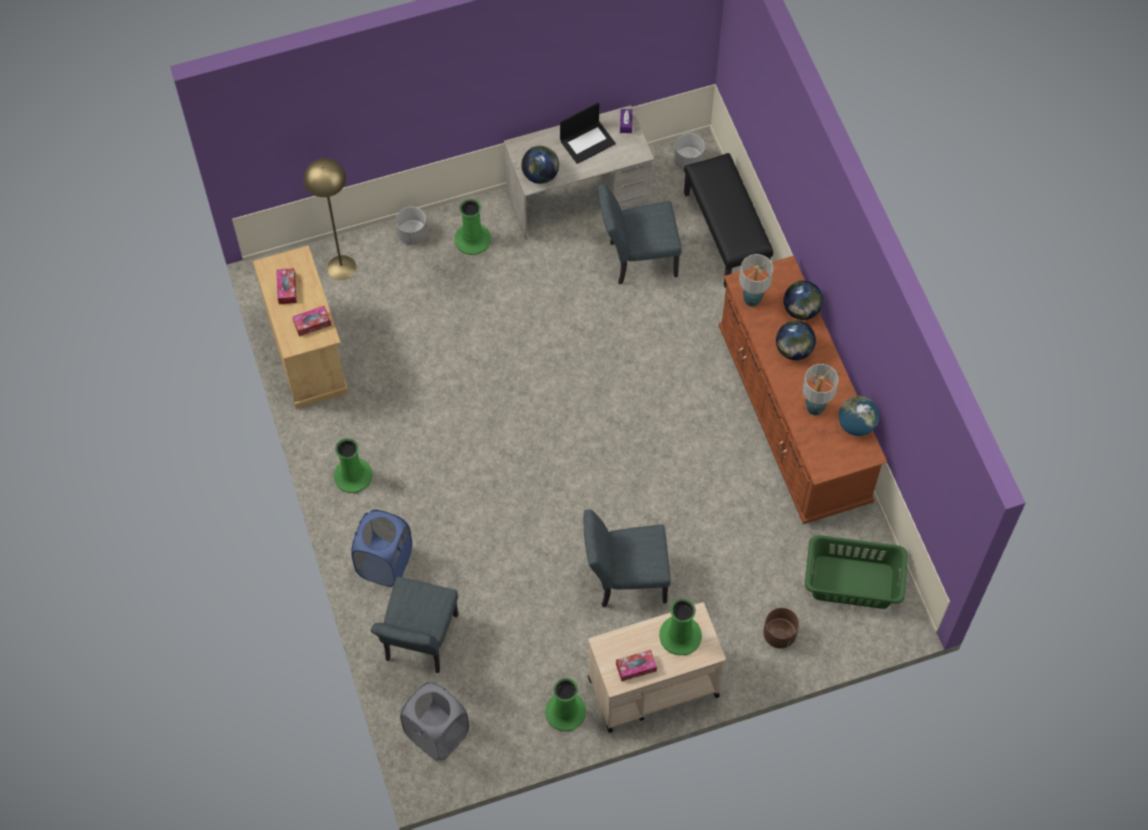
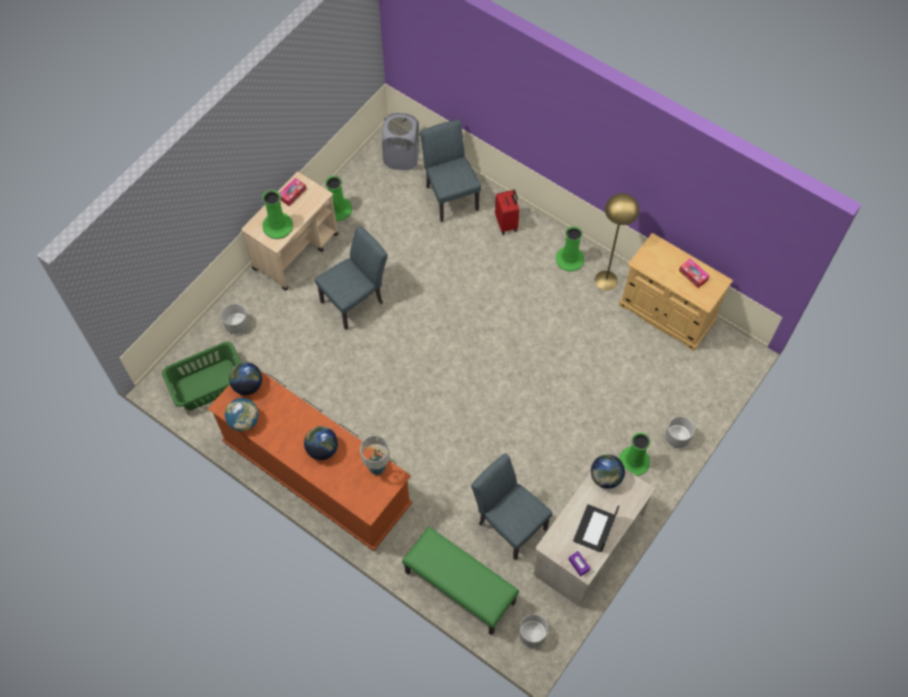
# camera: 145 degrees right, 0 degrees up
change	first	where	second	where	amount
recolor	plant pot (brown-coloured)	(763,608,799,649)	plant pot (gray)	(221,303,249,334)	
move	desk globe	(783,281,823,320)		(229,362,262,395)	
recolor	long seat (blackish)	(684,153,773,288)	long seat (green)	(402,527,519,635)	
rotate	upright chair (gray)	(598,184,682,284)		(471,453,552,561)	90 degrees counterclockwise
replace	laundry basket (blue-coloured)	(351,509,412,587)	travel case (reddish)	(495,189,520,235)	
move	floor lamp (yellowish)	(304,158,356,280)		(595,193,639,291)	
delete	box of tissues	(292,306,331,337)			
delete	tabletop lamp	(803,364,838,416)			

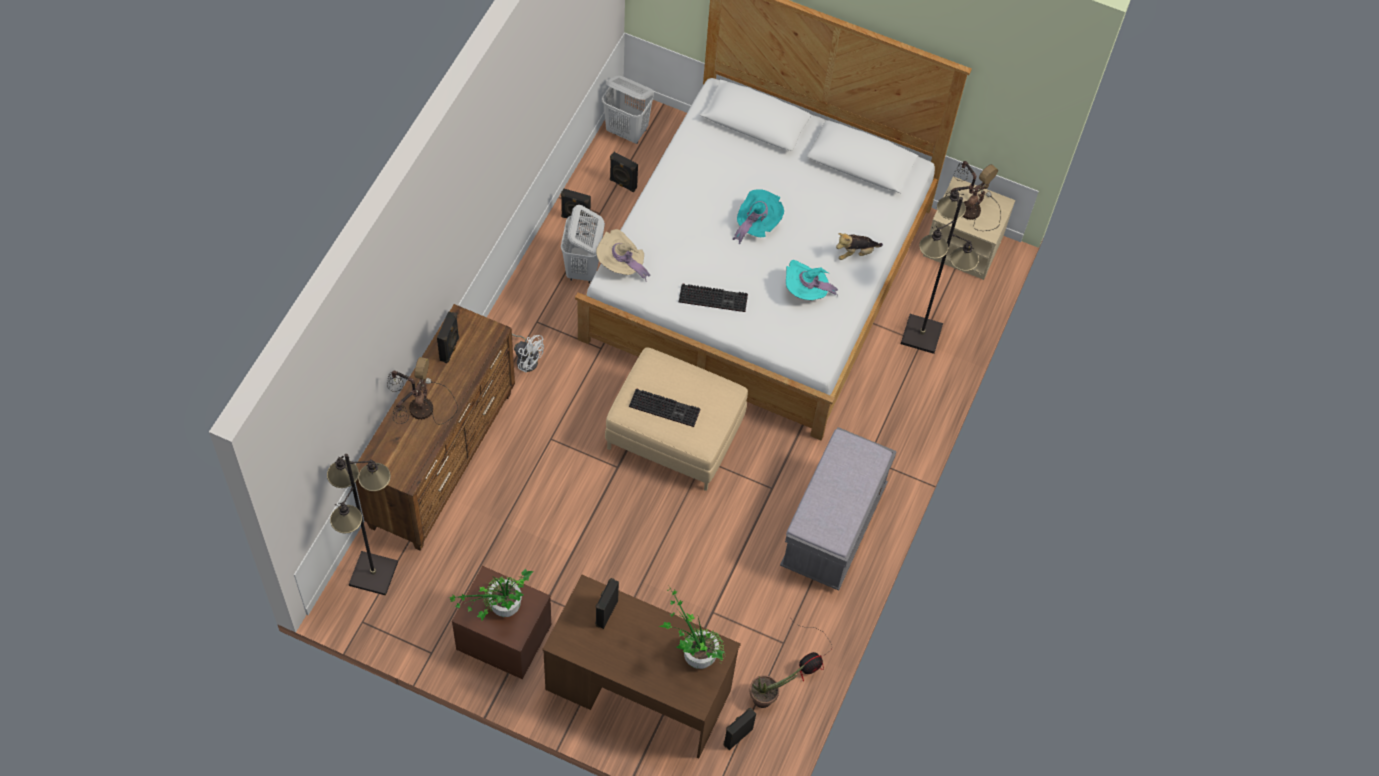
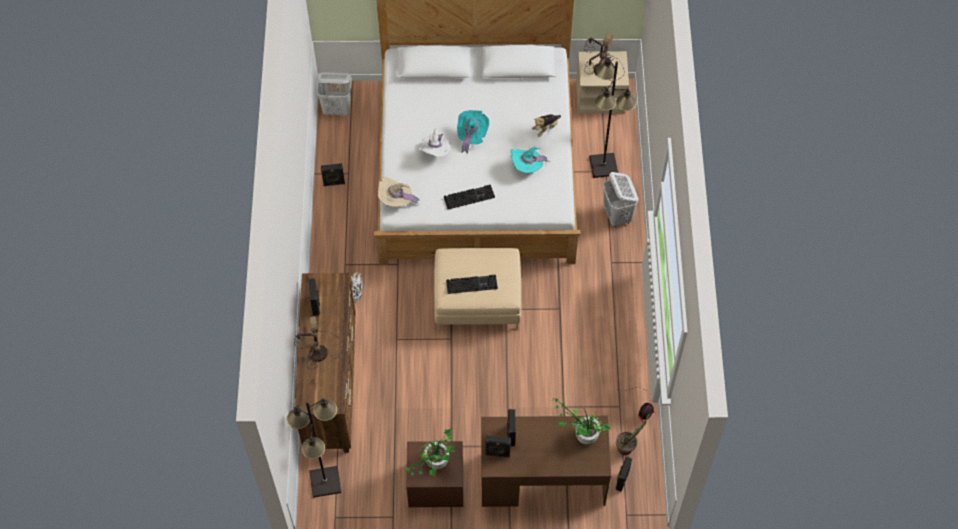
# camera: 20 degrees left, 0 degrees up
change	first	where	second	where	amount
insert			wearable hat (white)	(418,127,450,157)	
move	speaker (blackish)	(610,152,638,192)		(485,435,511,458)	
move	laundry basket (white)	(561,205,605,283)		(603,172,639,227)	
delete	long seat (gray)	(780,427,897,591)			

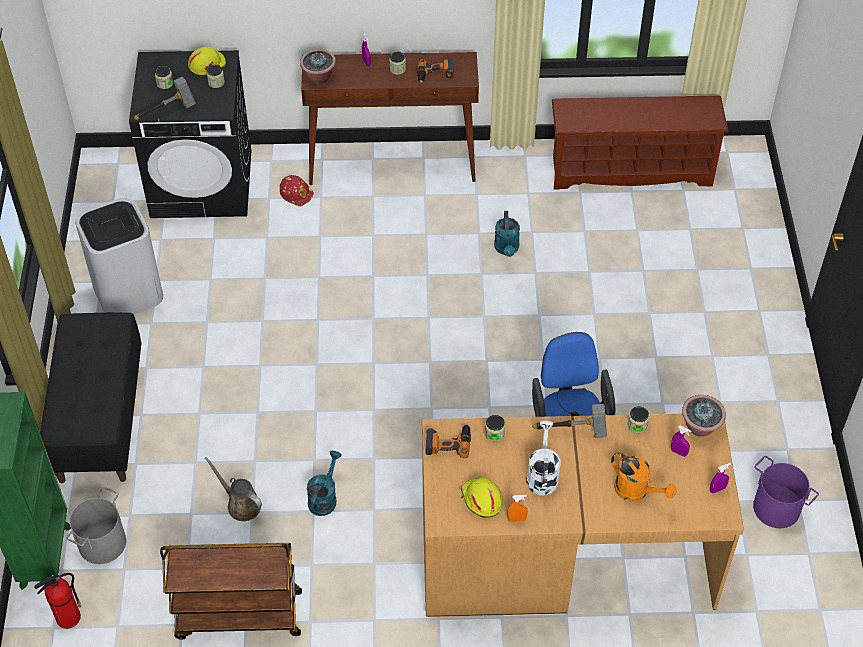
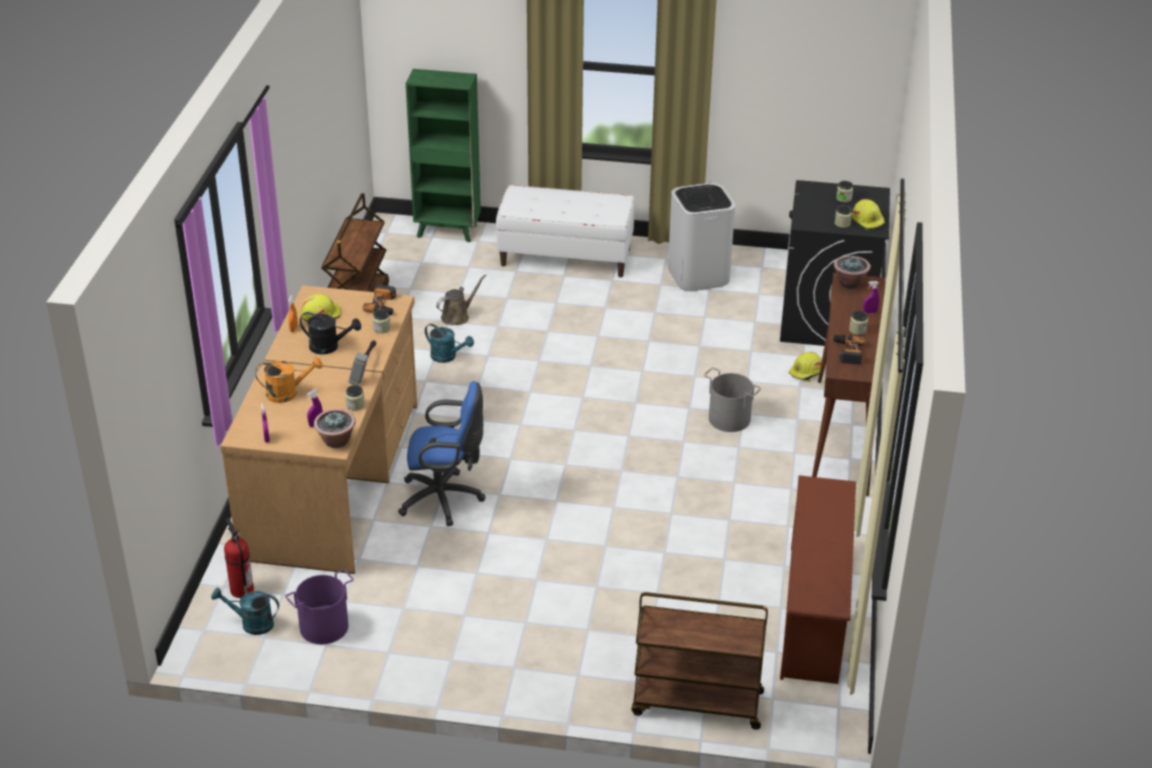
# camera: 100 degrees right, 15 degrees down
change	first	where	second	where	amount
move	watering pot (blue-green)	(494,211,520,257)		(211,587,279,635)	
move	fire extinguisher	(34,573,81,629)		(224,518,254,598)	
rotate	watering pot (orange)	(611,452,676,502)		(255,357,323,403)	150 degrees counterclockwise
recolor	watering pot (white)	(527,421,561,496)	watering pot (blackish)	(300,312,361,355)	
recolor	long seat (blackish)	(40,312,142,483)	long seat (white)	(496,185,635,277)	
insert			cart (brown-coloured)	(631,592,768,730)	
move	bucket (gray)	(66,487,126,564)		(704,367,761,432)	
recolor	safety helmet (reddish)	(280,175,314,207)	safety helmet (yellowish)	(789,352,822,382)	
delete	hammer	(134,77,195,120)			

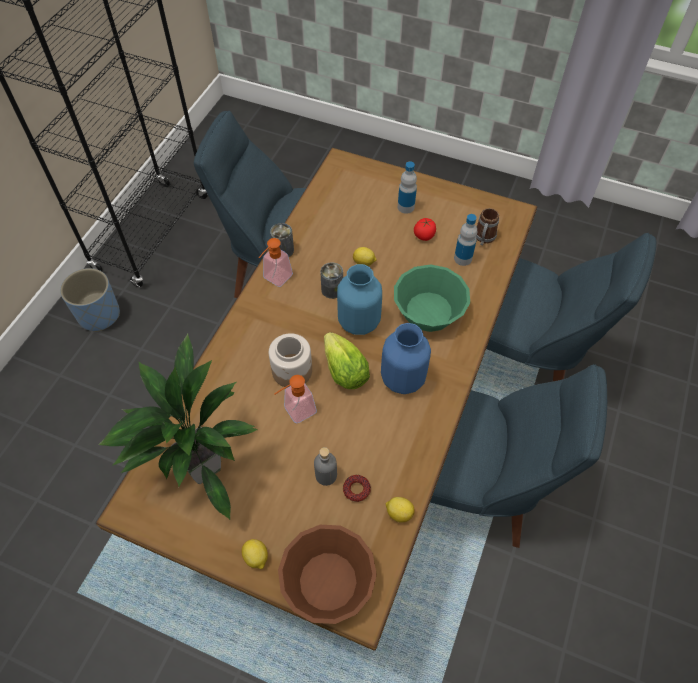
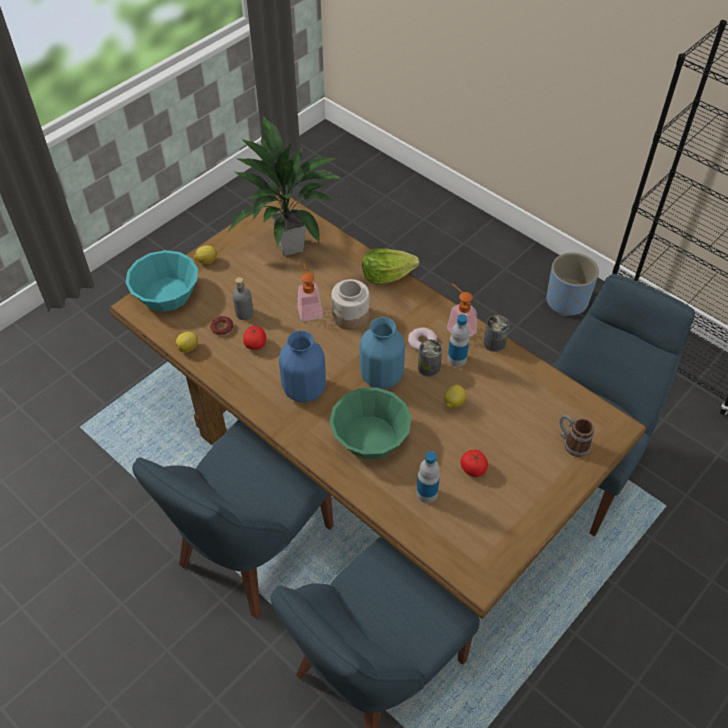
# camera: 110 degrees right, 5 degrees down
change	first	where	second	where	amount
recolor	serving bowl (brown-coloured)	(278,525,377,624)	serving bowl (blue-green)	(126,250,198,312)	
insert			tomato	(243,326,266,350)	
move	head of lettuce	(324,332,370,389)		(362,248,419,285)	
insert			donut	(408,327,437,351)	
move	beverage bottle	(398,161,417,214)		(448,314,469,367)	
move	coffee mug	(476,208,499,245)		(559,415,594,457)	

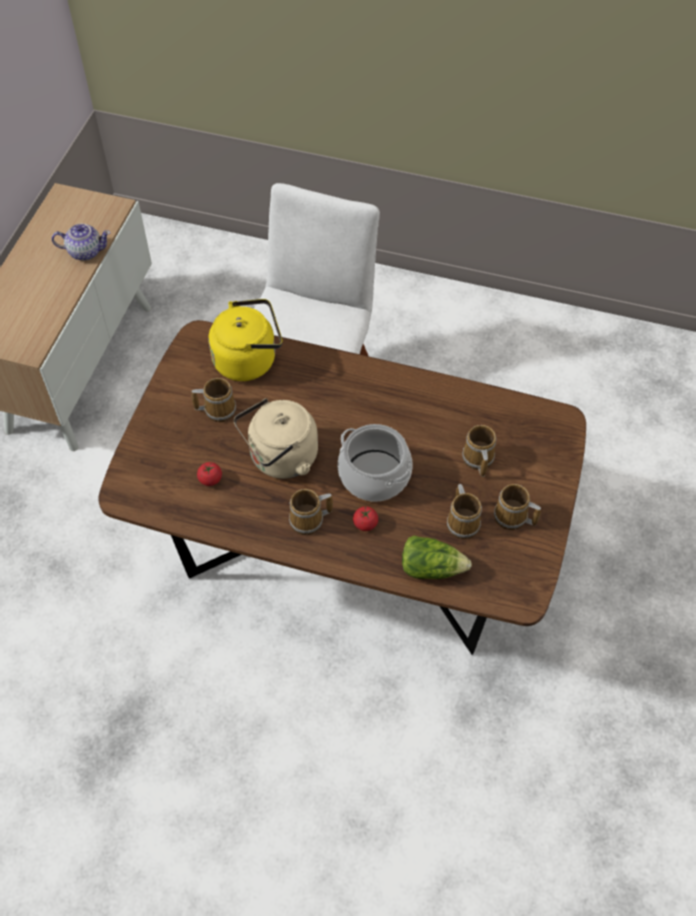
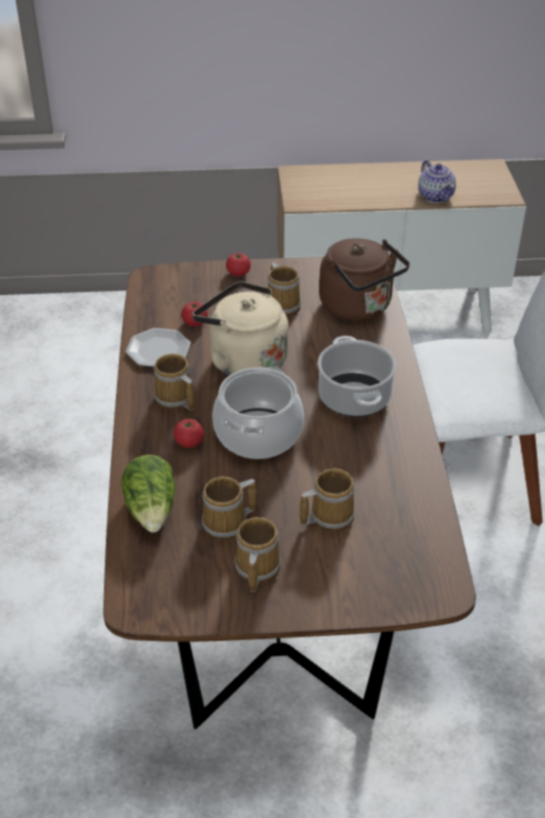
# camera: 70 degrees right, 15 degrees down
change	first	where	second	where	amount
insert			flat dish	(126,328,191,367)	
insert			tomato	(226,253,251,276)	
insert			stockpot	(318,336,396,417)	
recolor	kettle (yellowish)	(209,299,282,381)	kettle (brown-coloured)	(319,238,410,321)	

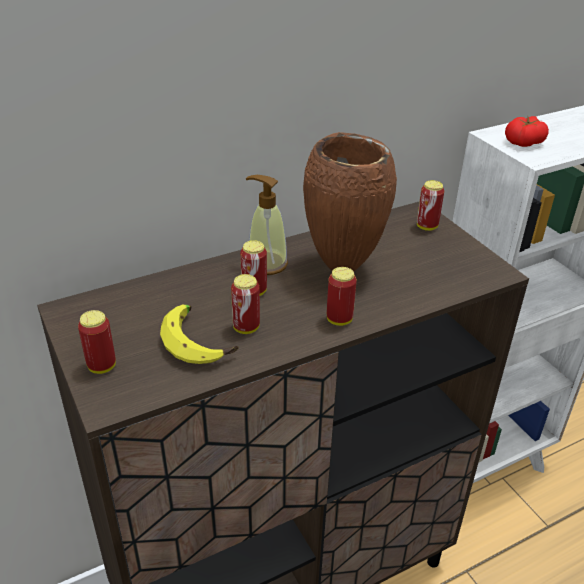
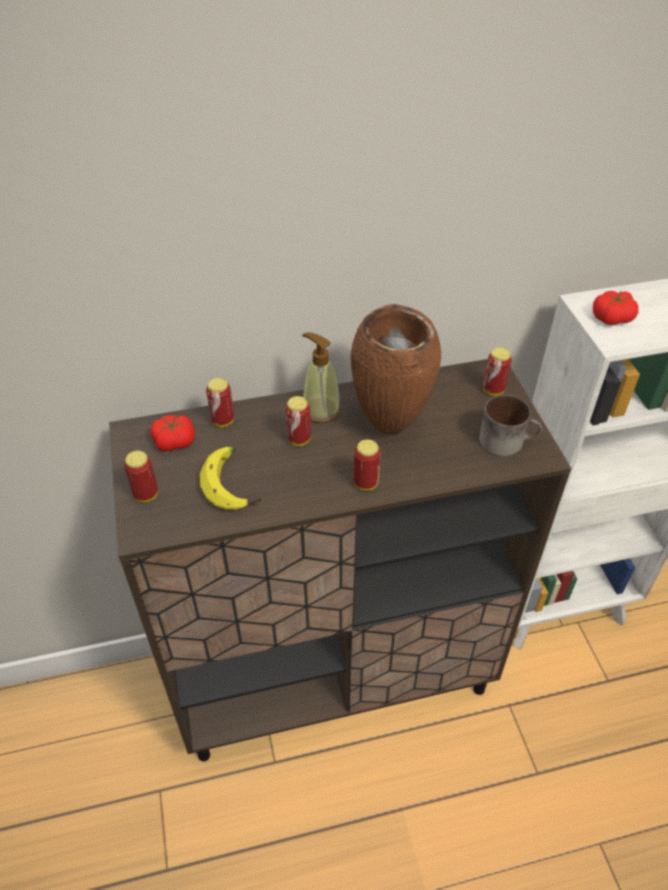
# camera: 15 degrees right, 10 degrees up
change	first	where	second	where	amount
insert			tomato	(151,415,195,451)	
move	sealed can	(231,274,260,334)		(206,378,234,427)	
insert			coffee mug	(479,395,542,456)	

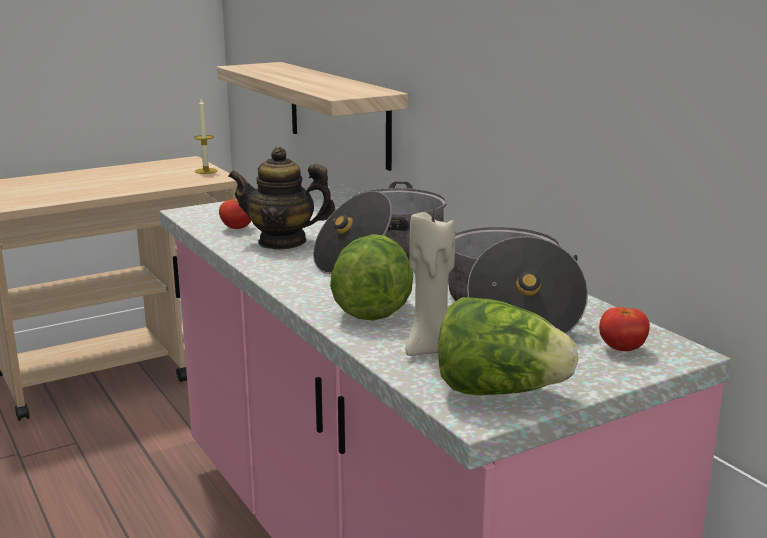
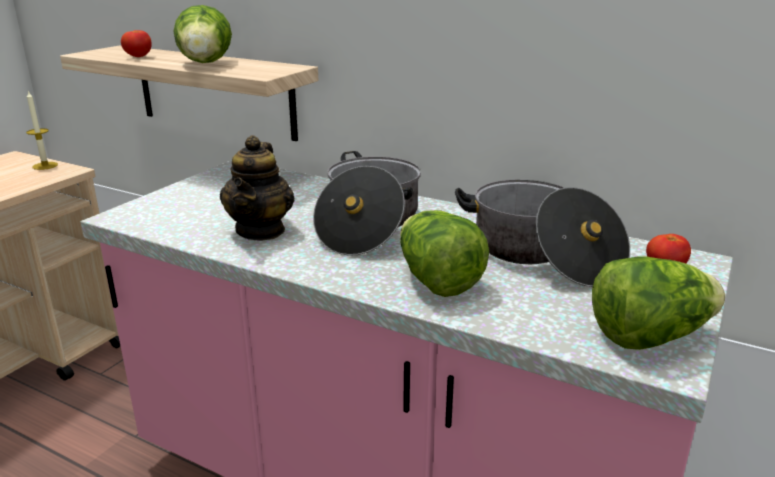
# camera: 30 degrees left, 5 degrees up
change	first	where	second	where	amount
move	tomato	(219,199,251,229)		(121,30,152,57)	
insert			head of lettuce	(173,5,232,63)	
rotate	pot for tea	(228,147,335,249)		(220,135,295,240)	60 degrees counterclockwise
delete	wax light (sand-coloured)	(405,211,455,356)			

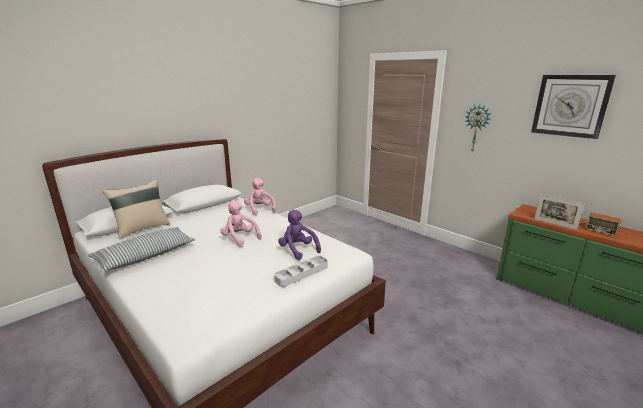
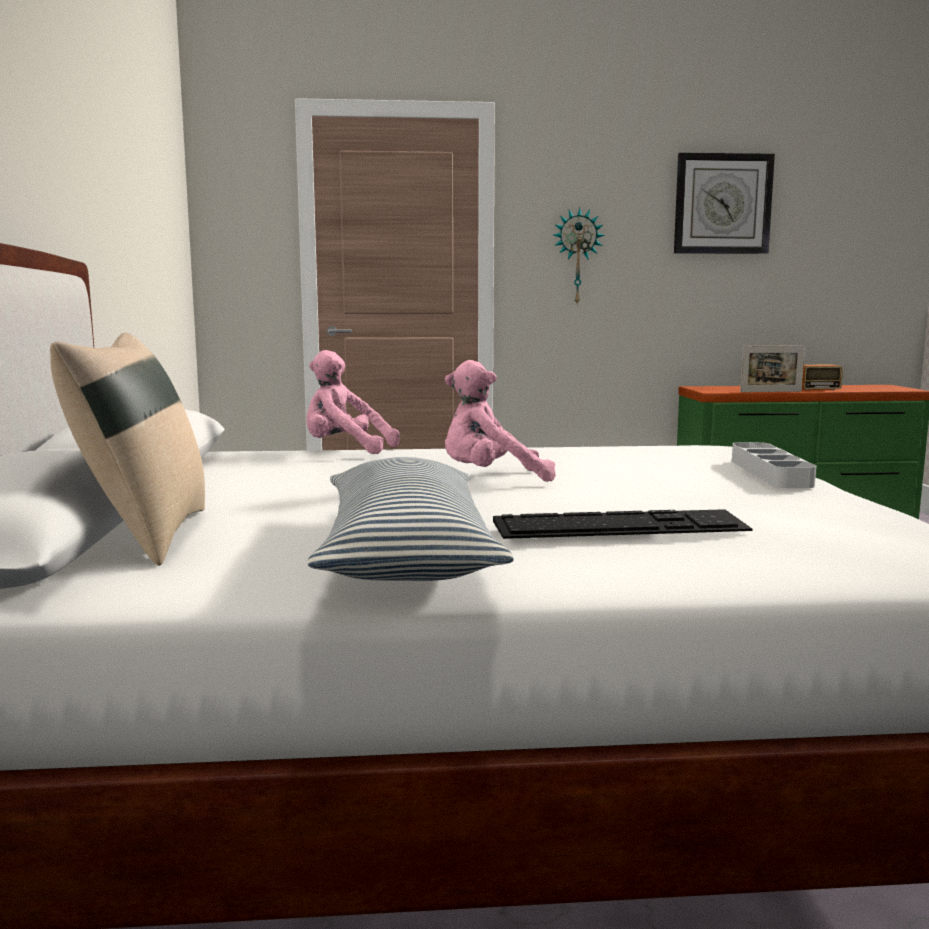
# camera: 50 degrees left, 10 degrees down
change	first	where	second	where	amount
insert			PC keyboard	(493,509,752,539)	
delete	soft toy (purple-coloured)	(278,210,321,260)			

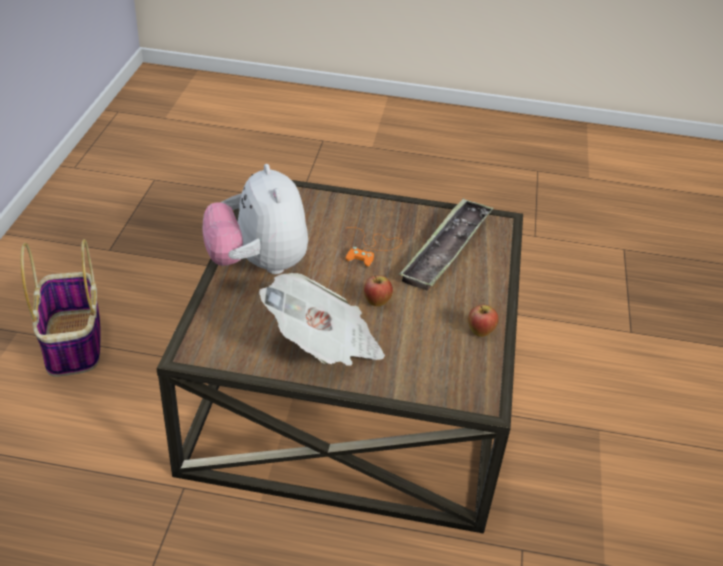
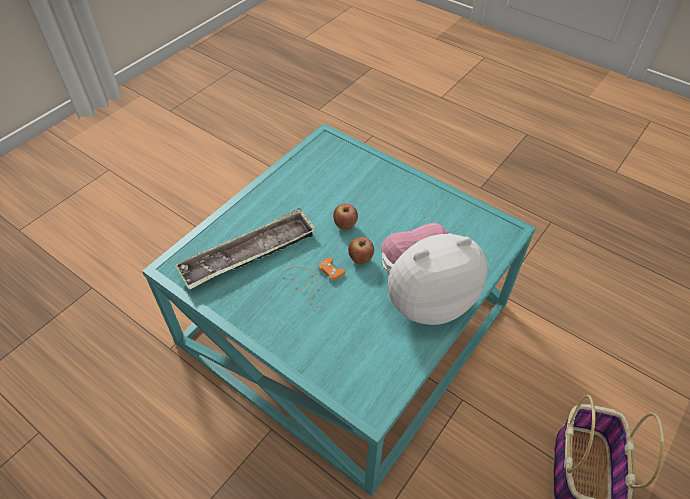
# camera: 150 degrees left, 10 degrees up
change	first	where	second	where	amount
recolor	coffee table (brown-coloured)	(157,174,523,534)	coffee table (blue-green)	(142,124,536,496)	
move	apple	(468,305,499,337)		(348,237,374,264)	
rotate	soft toy	(203,164,308,274)		(381,223,488,325)	120 degrees counterclockwise
delete	daily paper	(259,273,385,366)			

